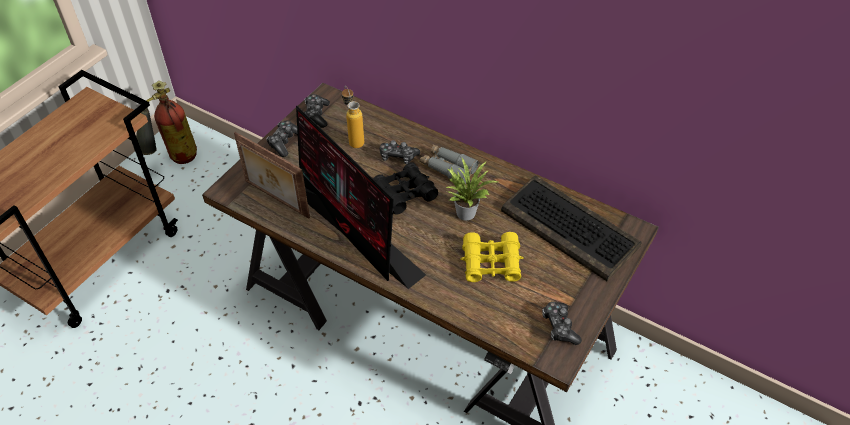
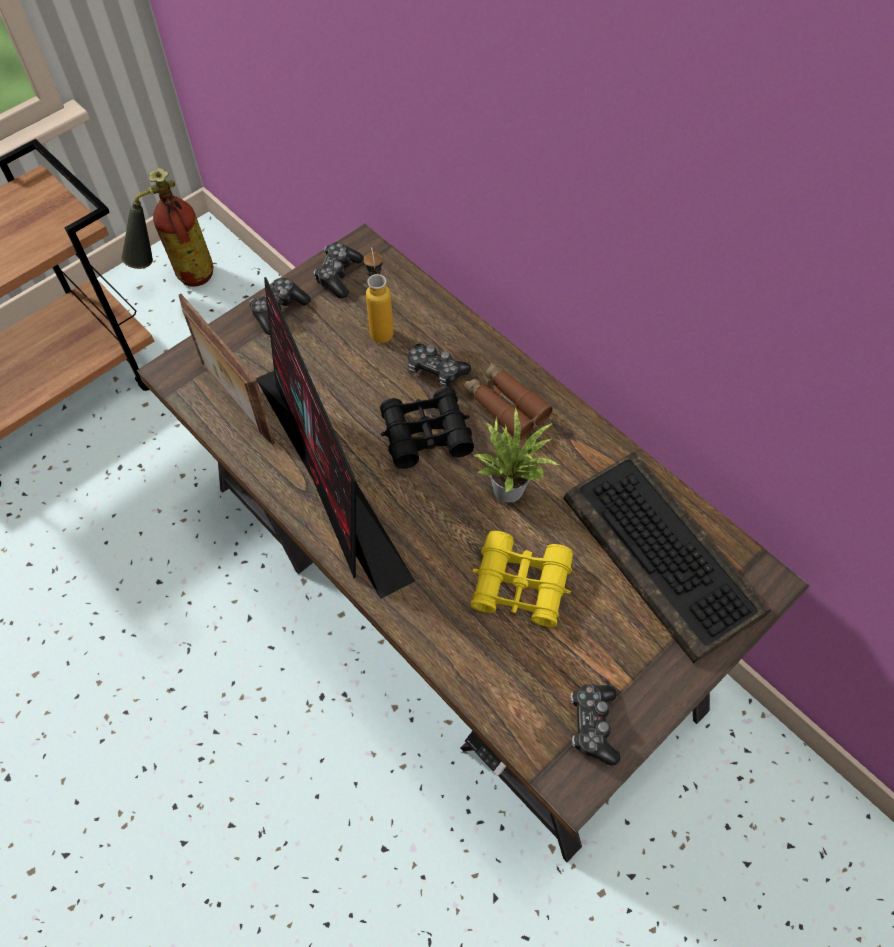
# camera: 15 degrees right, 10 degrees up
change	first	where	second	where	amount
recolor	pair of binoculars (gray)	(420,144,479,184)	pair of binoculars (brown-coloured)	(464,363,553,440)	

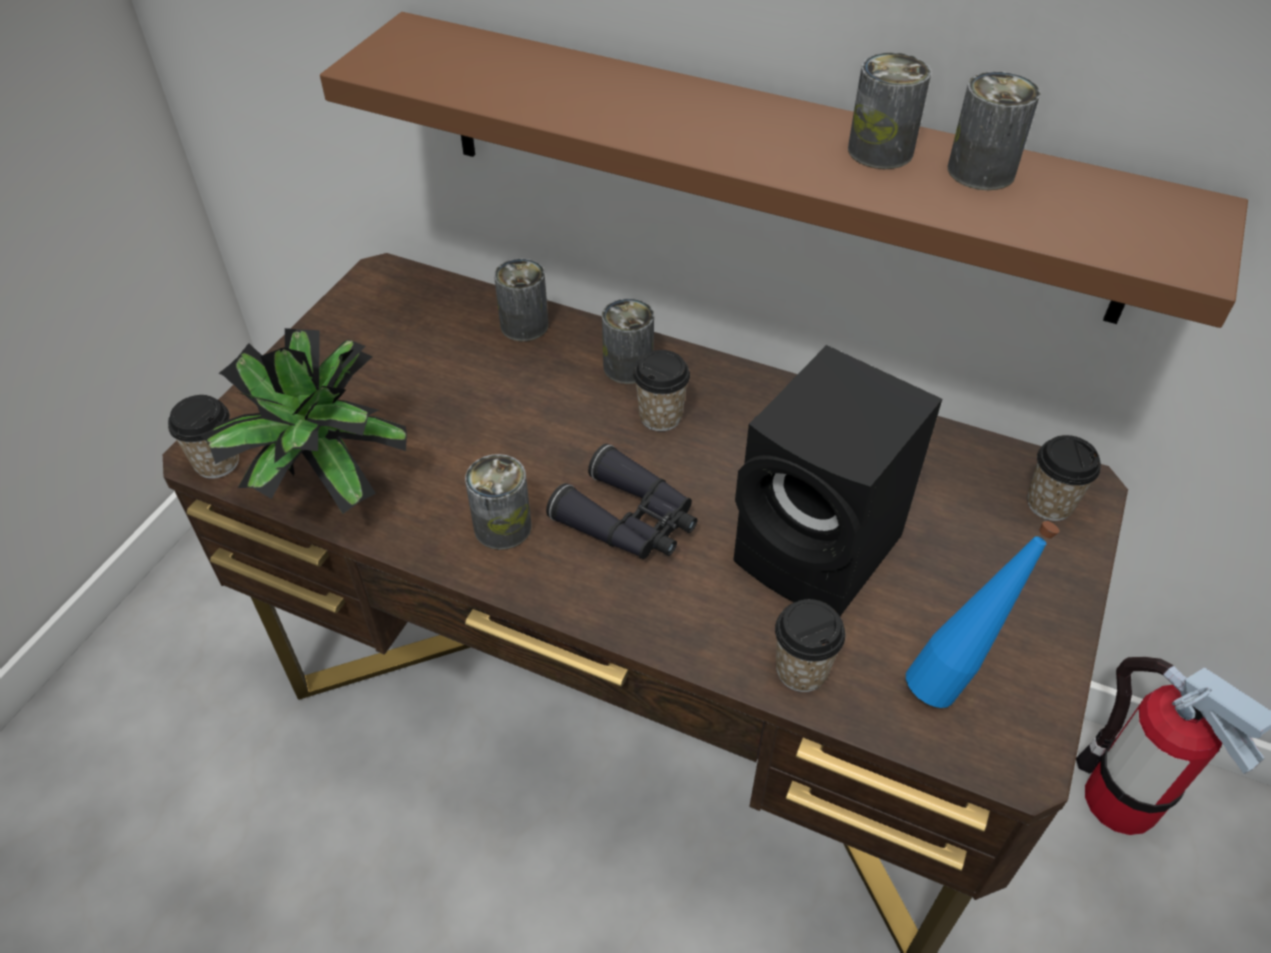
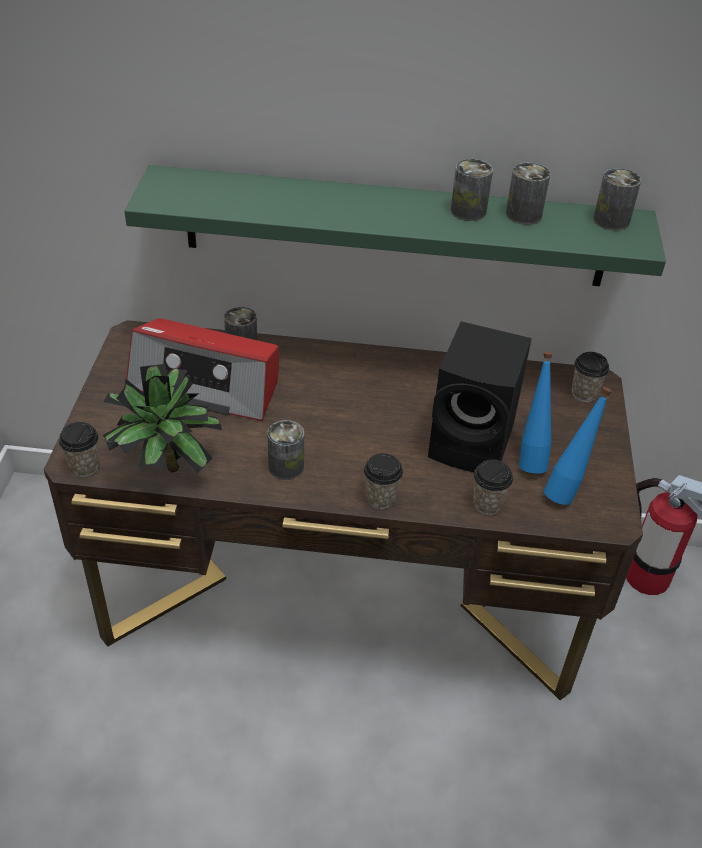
# camera: 20 degrees left, 5 degrees down
change	first	where	second	where	amount
recolor	shelf (brown-coloured)	(320,12,1248,328)	shelf (green)	(124,165,666,286)	
insert			radio receiver	(126,318,279,421)	
move	drinking cup	(633,350,690,431)		(364,453,403,509)	
insert			beverage bottle (blue-coloured)	(519,352,553,473)	
move	sealed can	(602,298,654,384)		(593,168,641,231)	
delete	pair of binoculars (blackish)	(546,444,697,559)			

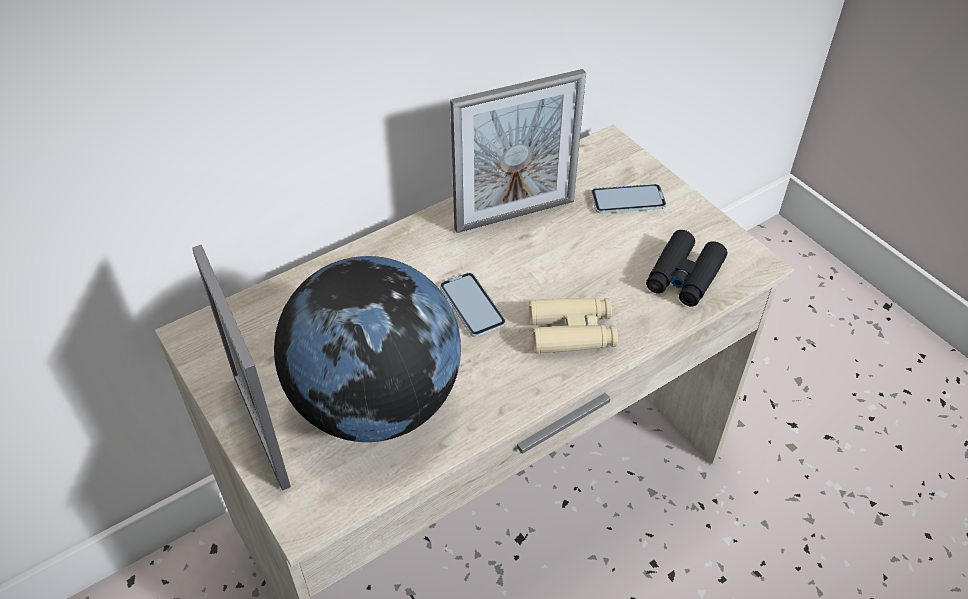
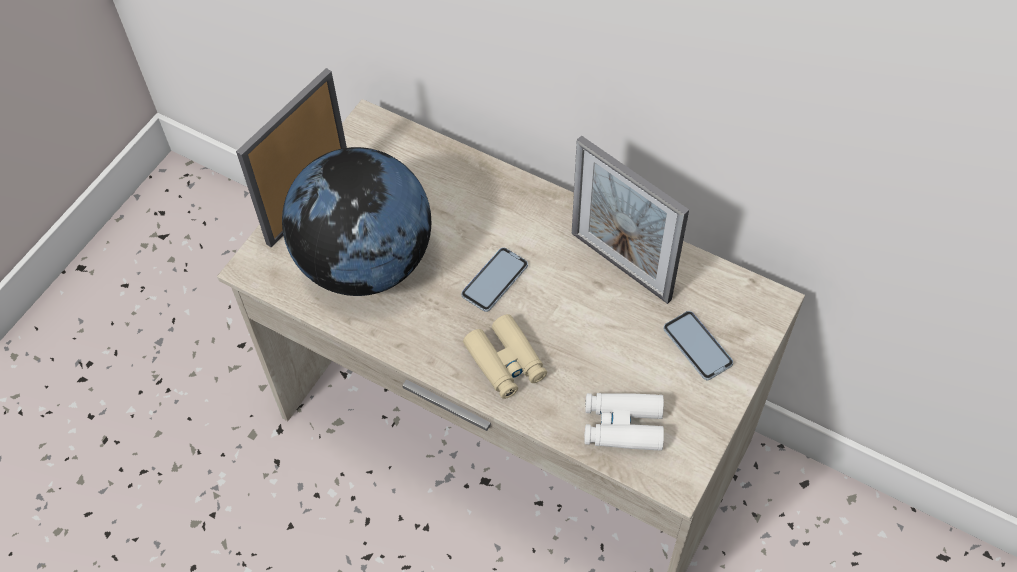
# camera: 65 degrees right, 10 degrees up
change	first	where	second	where	amount
recolor	pair of binoculars (blackish)	(646,230,727,307)	pair of binoculars (white)	(584,393,664,451)	

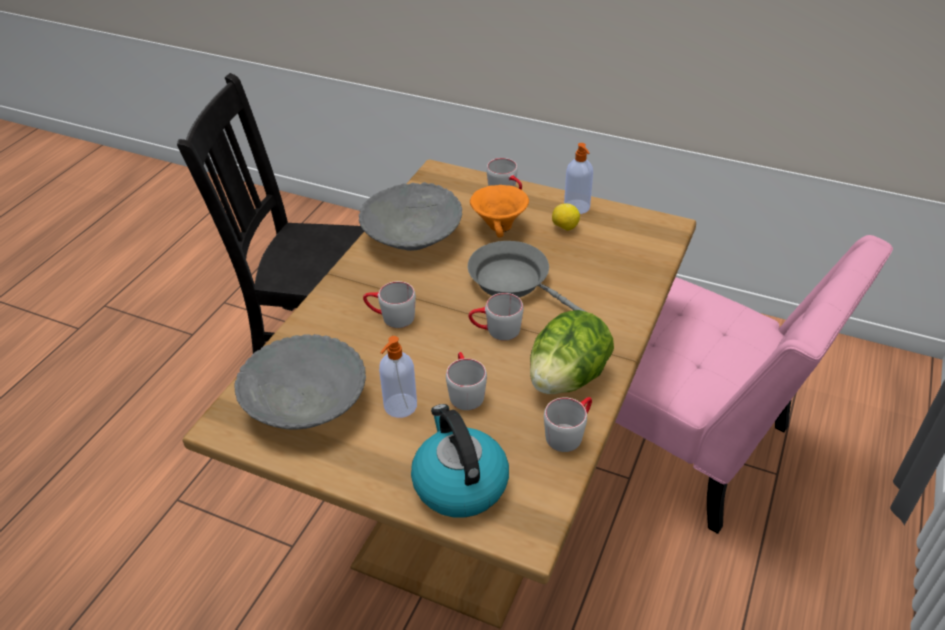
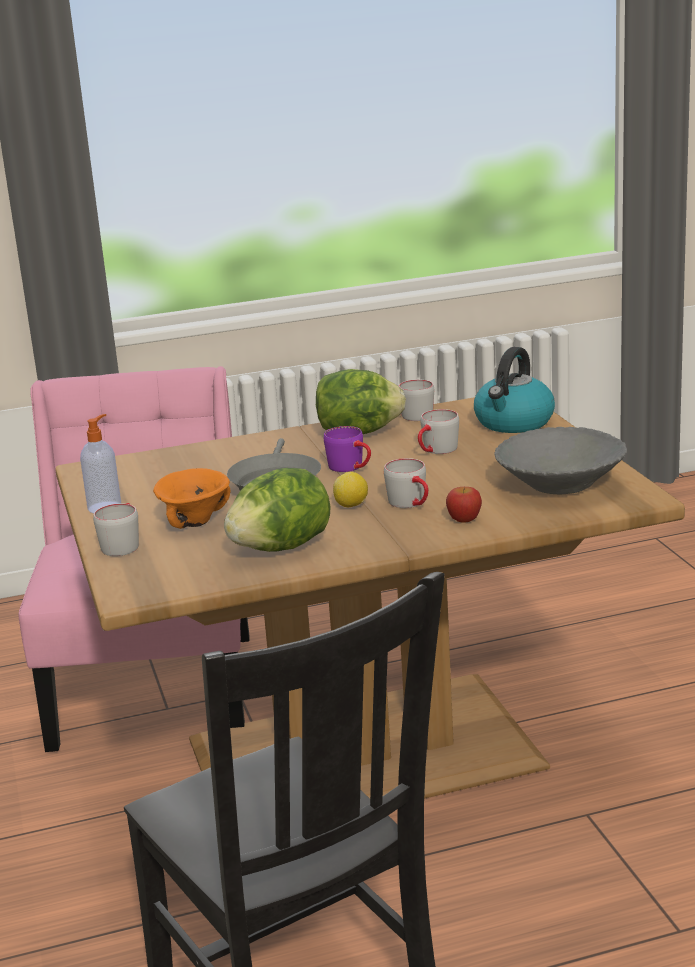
# camera: 130 degrees left, 20 degrees down
change	first	where	second	where	amount
replace	serving bowl (gray)	(359,182,462,251)	head of lettuce	(224,468,331,552)	
recolor	coffee mug (gray)	(468,293,524,341)	coffee mug (purple-coloured)	(324,426,371,472)	
move	citrus fruit	(552,203,580,231)		(333,472,368,507)	
insert			apple	(446,487,482,523)	
delete	liquid soap bottle	(379,336,417,418)			

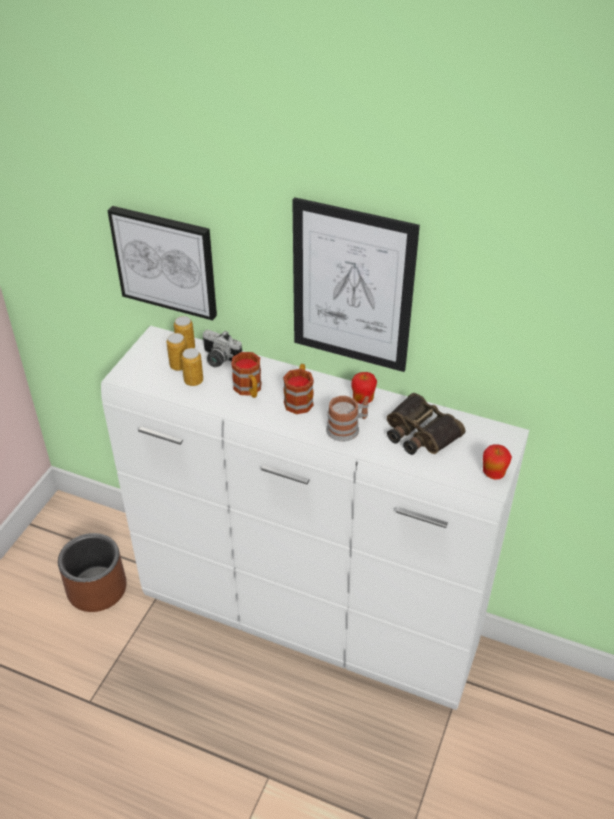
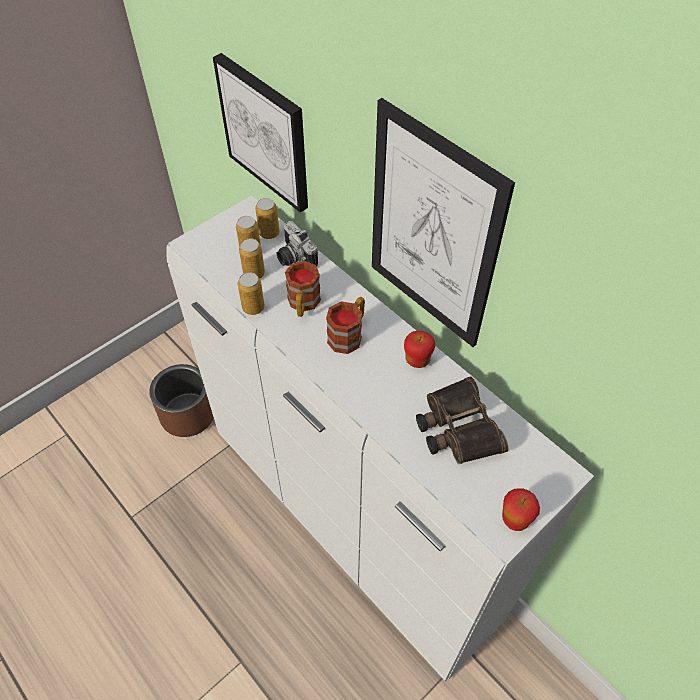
# camera: 25 degrees right, 10 degrees up
change	first	where	second	where	amount
insert			sealed can	(238,272,265,315)	
delete	coffee mug	(326,396,369,442)			

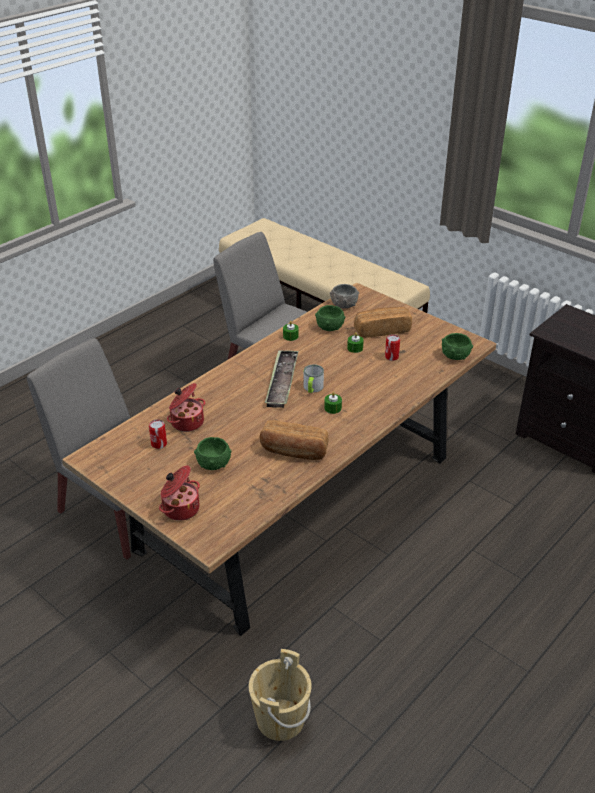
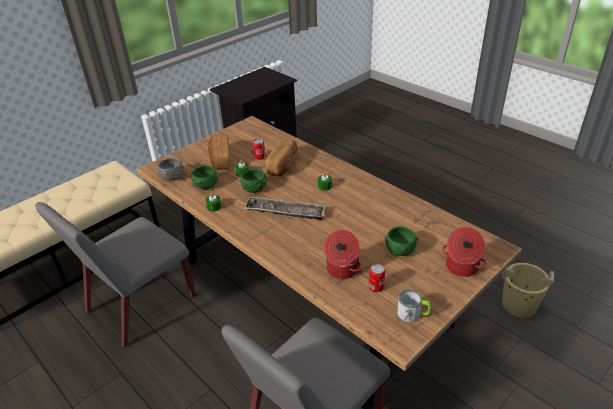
# camera: 85 degrees left, 0 degrees up
change	first	where	second	where	amount
move	serving bowl (green)	(442,333,473,360)		(240,169,267,193)	
move	bakery bread	(260,420,329,460)		(266,138,298,176)	
move	coffee mug	(304,364,324,393)		(397,290,431,322)	

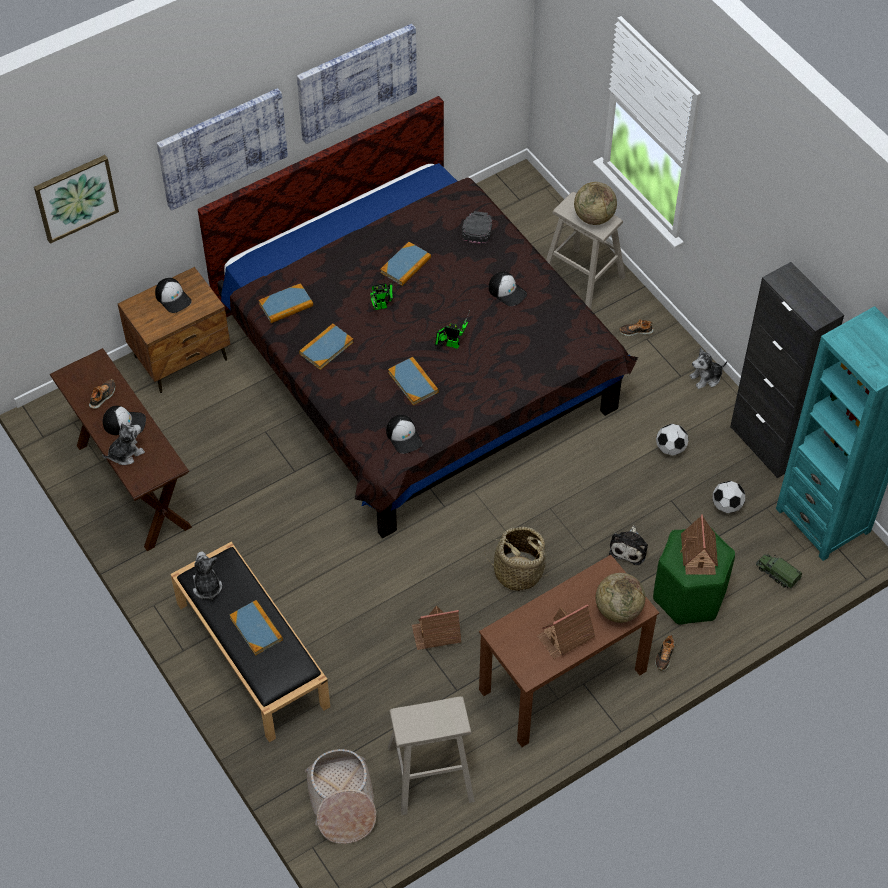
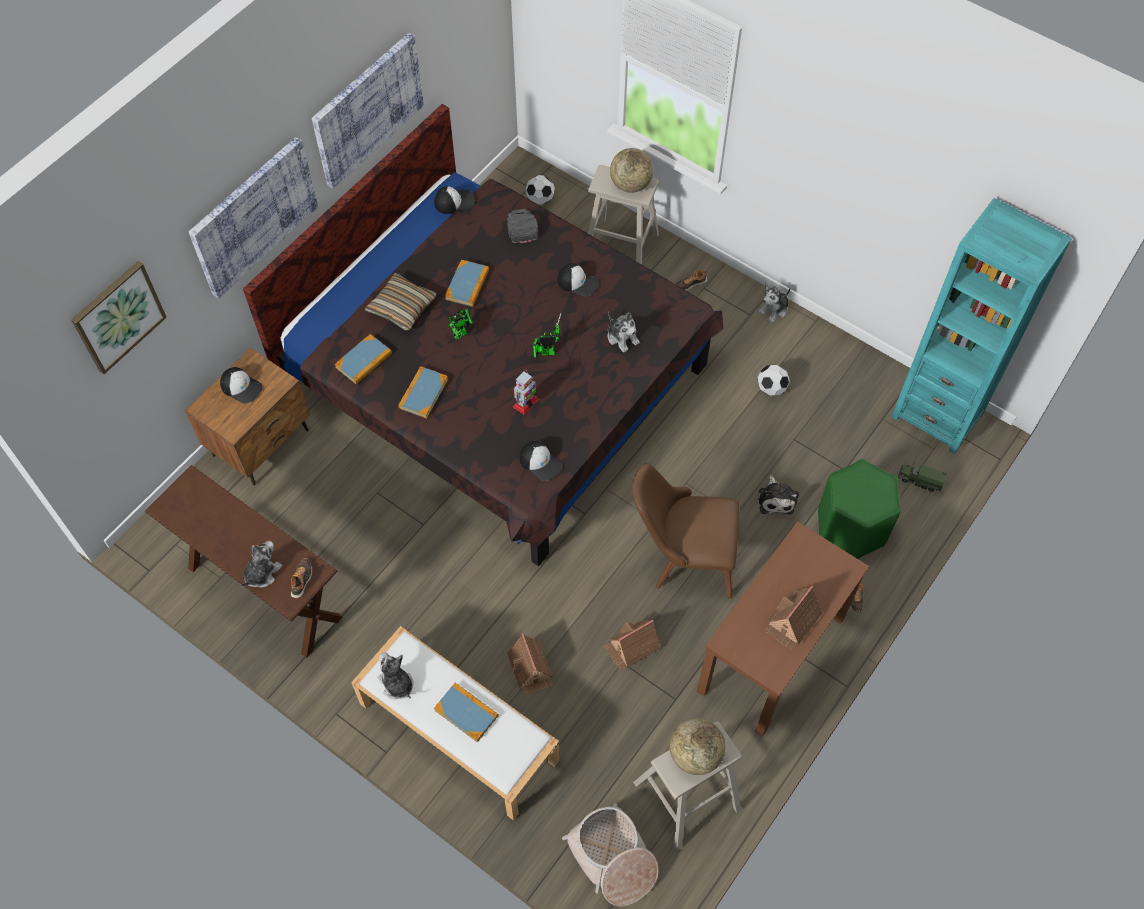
# camera: 20 degrees left, 5 degrees up
change	first	where	second	where	amount
move	low shoe	(89,379,115,409)		(291,558,312,598)	
recolor	long seat (blackish)	(170,542,330,742)	long seat (white)	(351,626,560,821)	
insert			throw pillow	(365,273,437,331)	
move	baseball cap	(103,406,146,435)		(434,186,474,214)	
move	model house	(680,515,718,575)		(507,633,553,695)	
replace	volume	(388,357,439,405)	robot figure	(513,370,539,414)	
move	football	(712,481,745,513)		(525,175,555,205)	
insert			soft toy	(607,312,640,353)	
replace	household basket	(484,527,549,591)	upright chair (brown-coloured)	(632,463,739,599)	
move	desk globe	(596,573,645,623)		(670,718,725,775)	
delete	cupboard (blackish)	(730,262,844,478)			

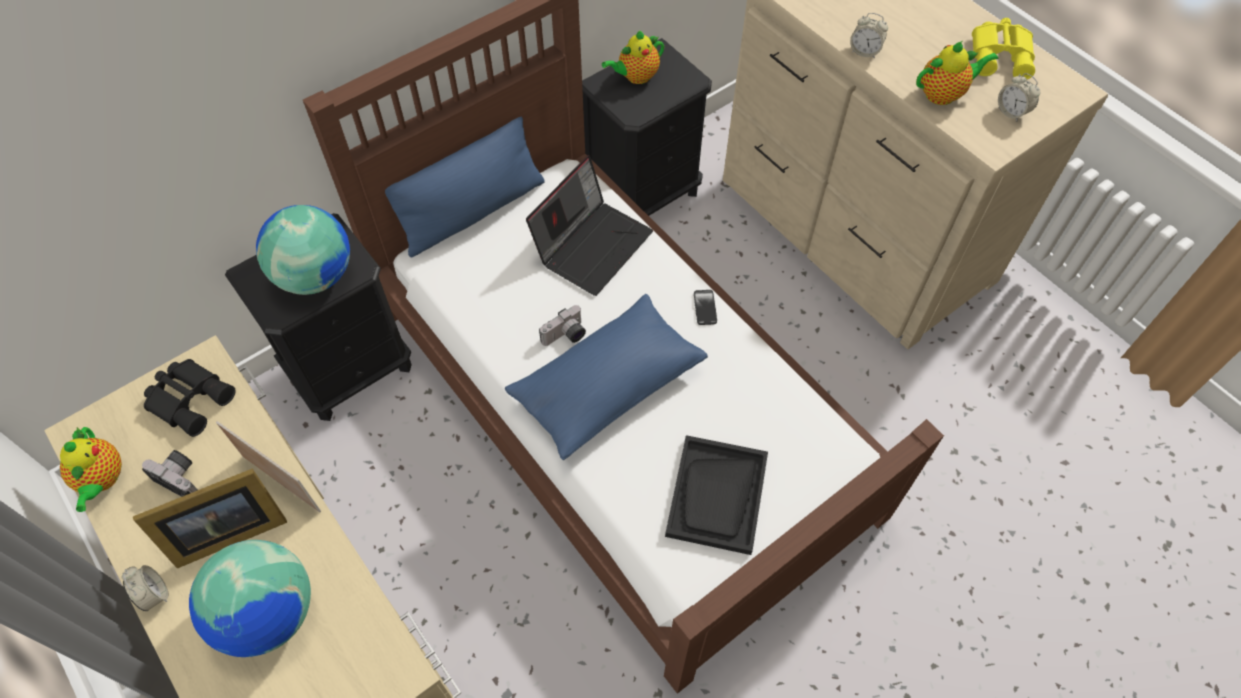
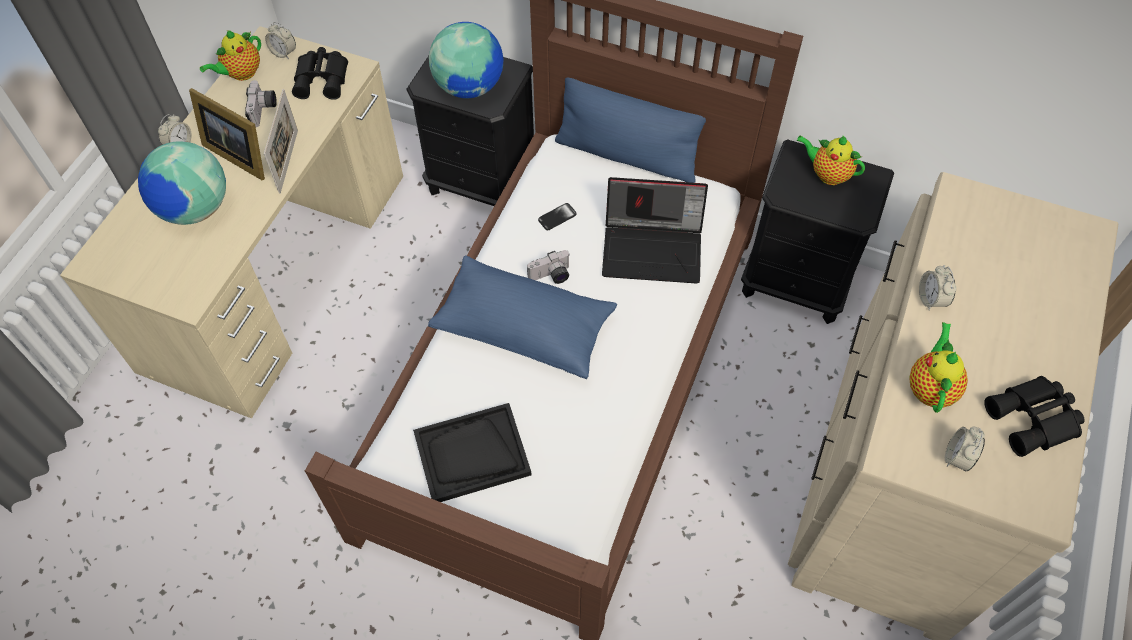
# camera: 60 degrees right, 0 degrees up
change	first	where	second	where	amount
insert			bedside clock	(265,22,296,59)	
rotate	still camera	(539,305,586,346)		(527,250,569,284)	45 degrees counterclockwise
move	telephone	(694,290,717,325)		(538,203,576,230)	
rotate	pot for tea	(916,41,998,105)		(909,322,968,413)	120 degrees counterclockwise
recolor	pair of binoculars (yellowish)	(972,18,1035,80)	pair of binoculars (blackish)	(984,376,1085,457)	

